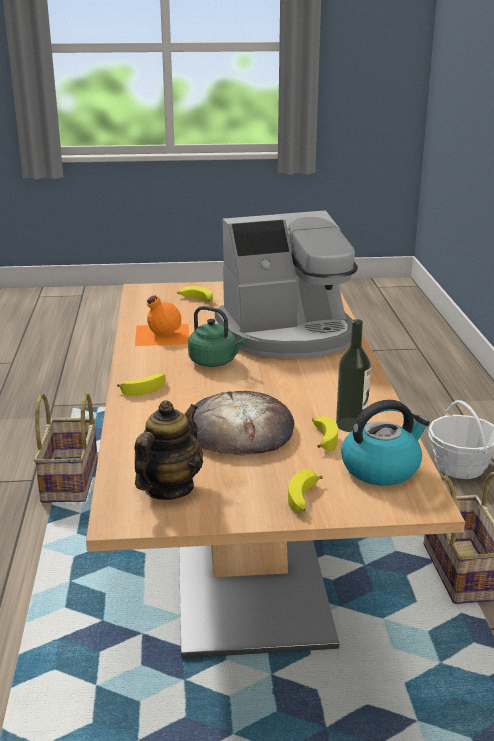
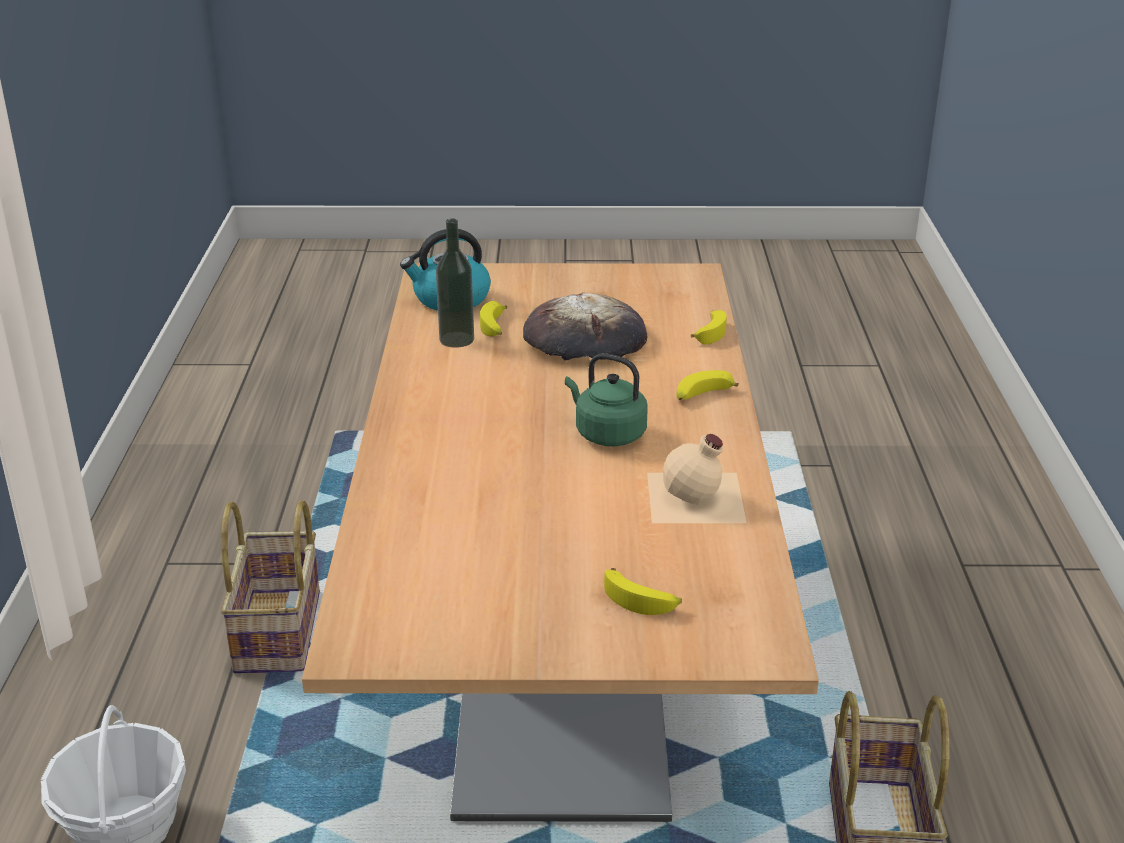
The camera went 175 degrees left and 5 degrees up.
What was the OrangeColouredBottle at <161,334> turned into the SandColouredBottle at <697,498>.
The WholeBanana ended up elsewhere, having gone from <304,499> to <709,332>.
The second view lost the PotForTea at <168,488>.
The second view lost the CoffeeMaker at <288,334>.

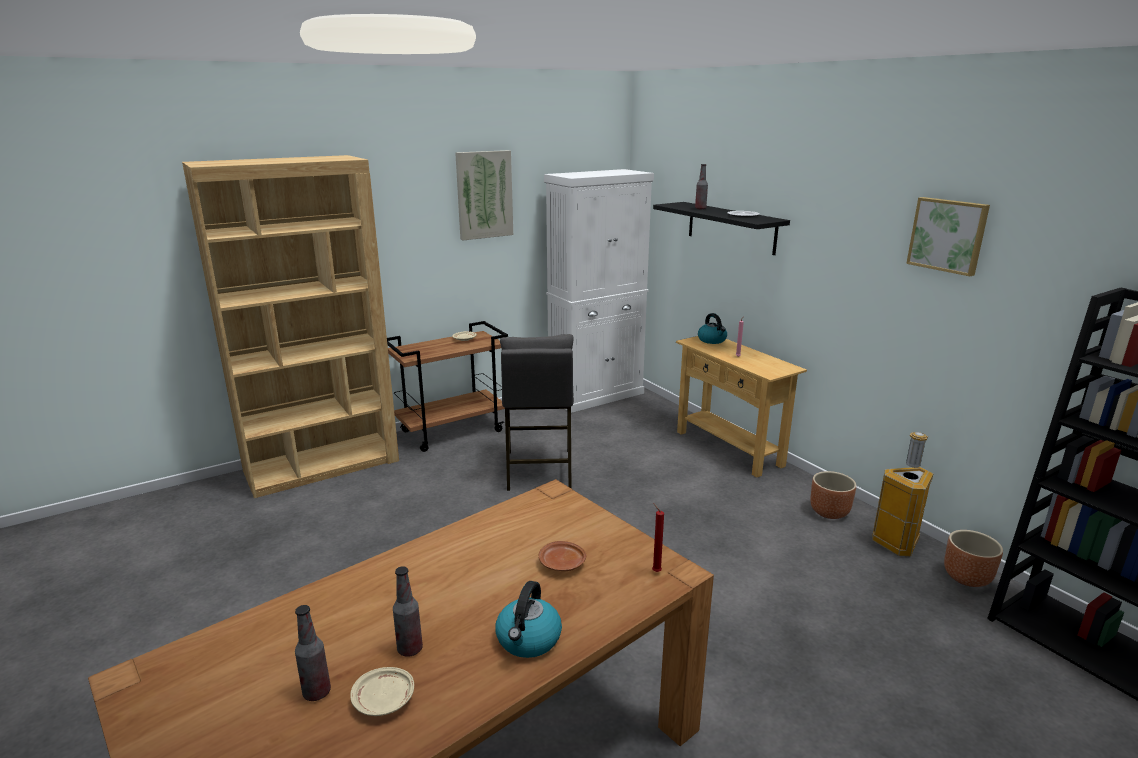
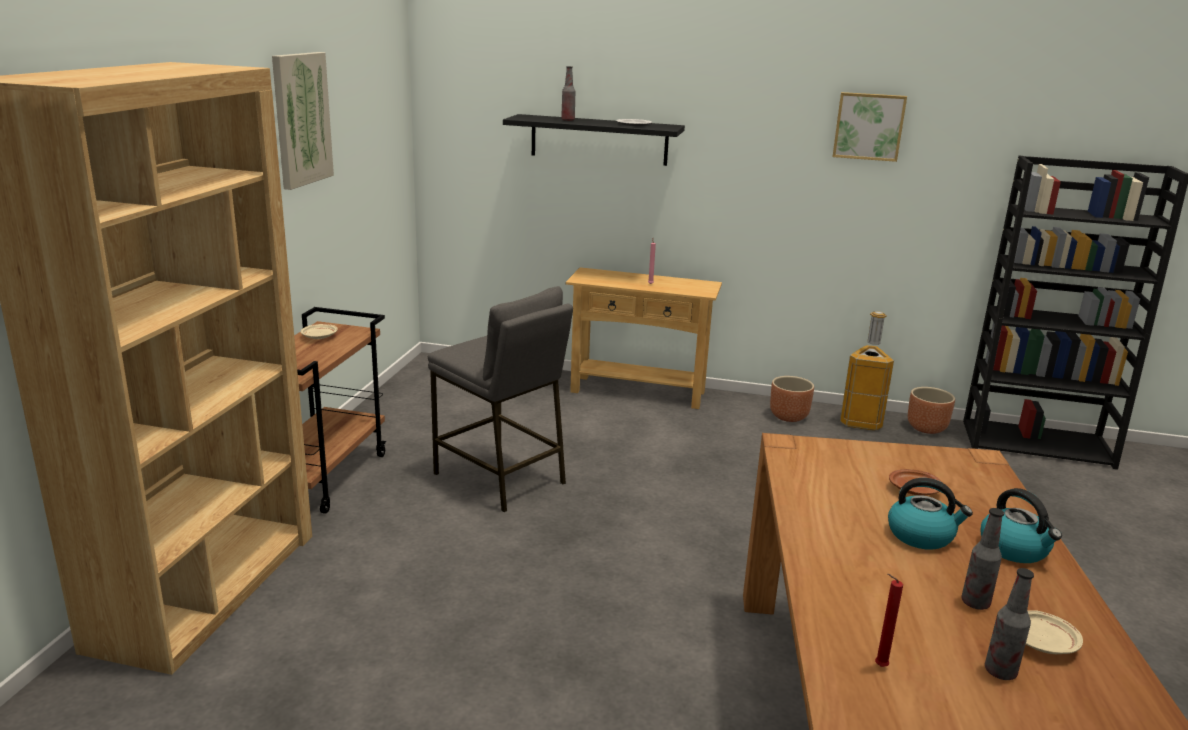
The camera went 45 degrees left and 0 degrees up.
The ReddishWaxCandle ended up elsewhere, having gone from <655,571> to <878,666>.
The WaterKettle ended up elsewhere, having gone from <712,340> to <921,535>.
The second view lost the WhiteCupboard at <596,395>.

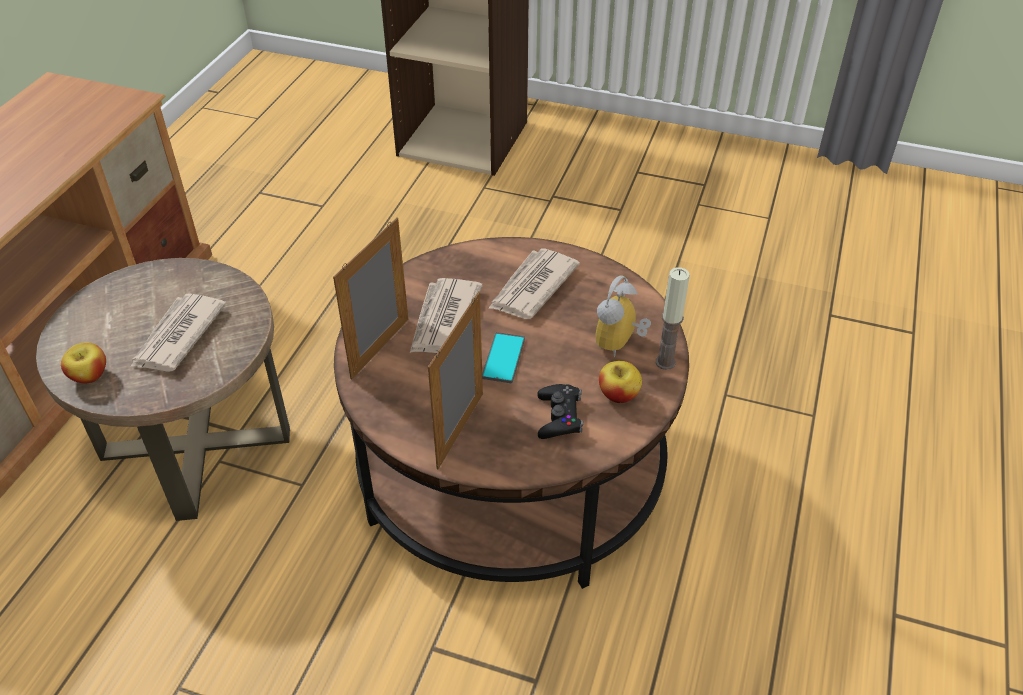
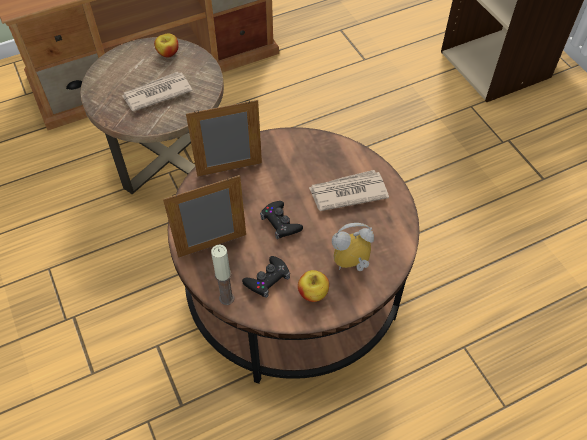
The camera went 45 degrees right and 10 degrees up.
The AppleFruit ended up elsewhere, having gone from <89,375> to <168,53>.
The WaxCandle ended up elsewhere, having gone from <665,362> to <226,298>.
Where the Handset stood at <503,358>, the BlackColouredGamepad came to stand at <280,223>.
The second view lost the DailyPaper at <444,320>.

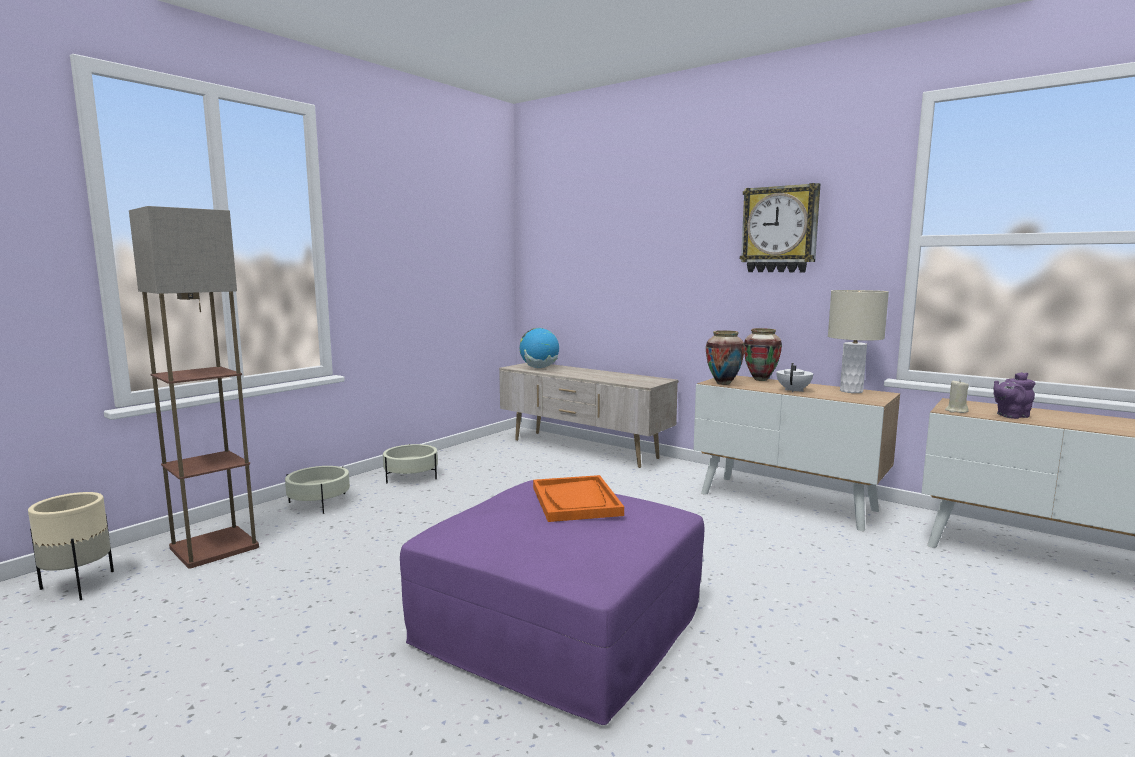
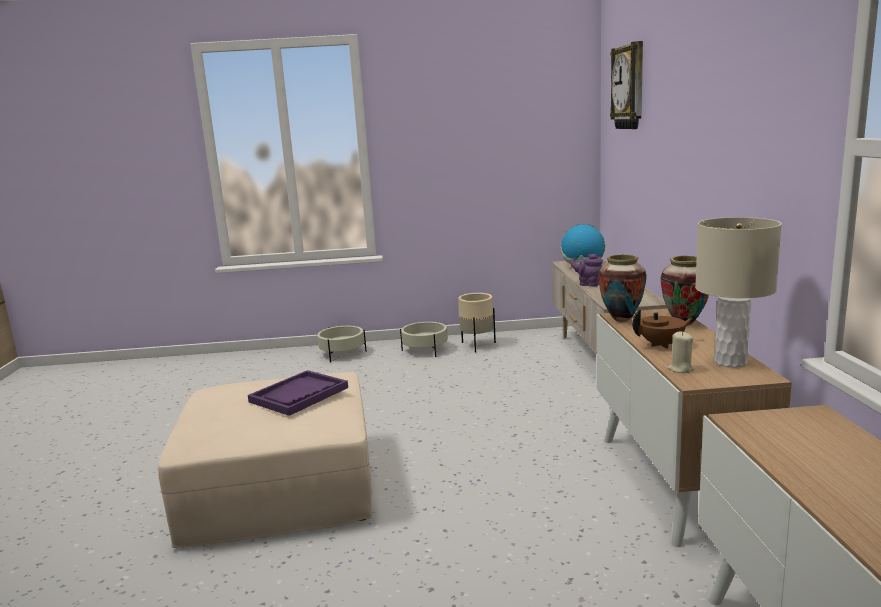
The camera went 50 degrees right and 5 degrees up.
What was the PurpleColouredPouffe at <561,625> turned into the SandColouredPouffe at <280,487>.
What was the OrangeColouredServingTray at <576,501> turned into the PurpleColouredServingTray at <299,395>.
The SandColouredFlowerPot ended up elsewhere, having gone from <78,586> to <477,346>.
The PurpleColouredPotForTea ended up elsewhere, having gone from <1010,416> to <588,284>.
The HangingClock ended up elsewhere, having gone from <780,229> to <630,87>.
What was the WhitePotForTea at <794,390> turned into the BrownishPotForTea at <662,345>.
The SandColouredWaxCandle ended up elsewhere, having gone from <956,411> to <680,369>.
The second view lost the StandingLamp at <215,547>.

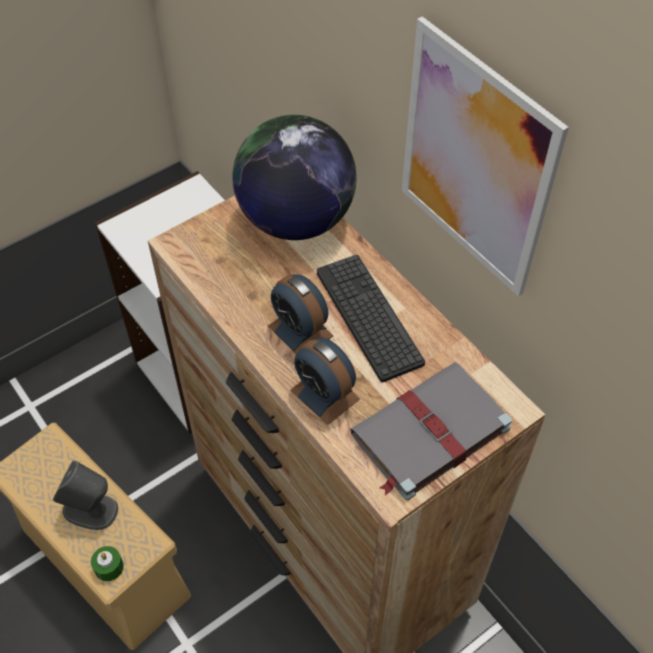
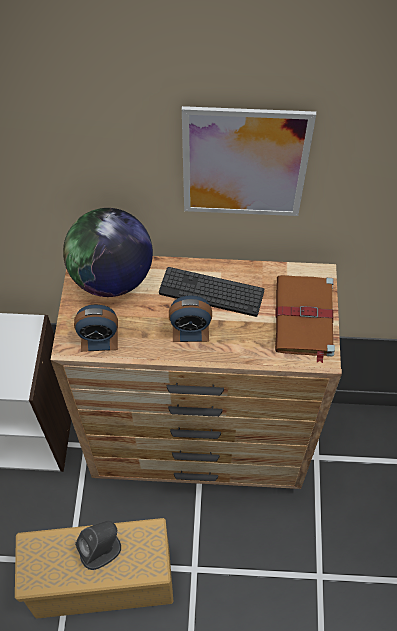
The camera went 50 degrees left and 5 degrees up.
The AlarmClock ended up elsewhere, having gone from <325,394> to <99,338>.
What was the GreyishVolume at <428,433> turned into the BrownishVolume at <304,319>.
The second view lost the GreenishWaxCandle at <109,567>.

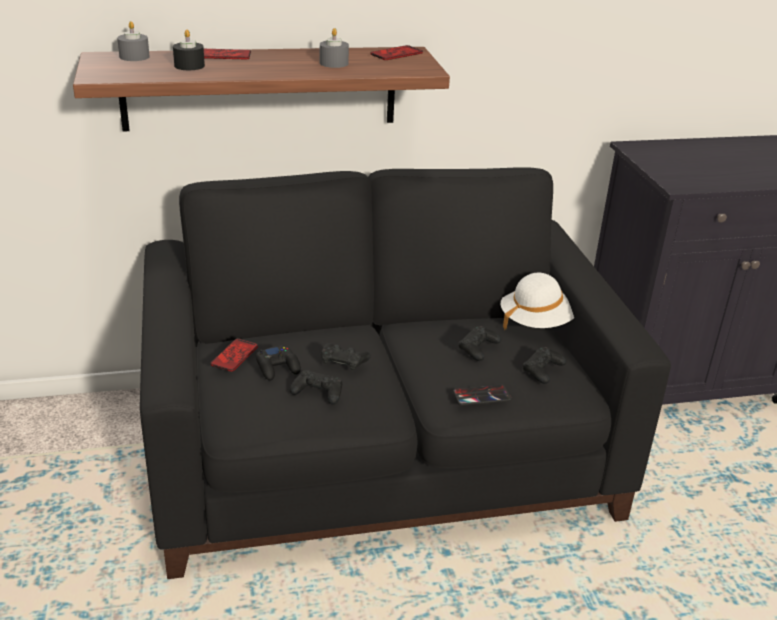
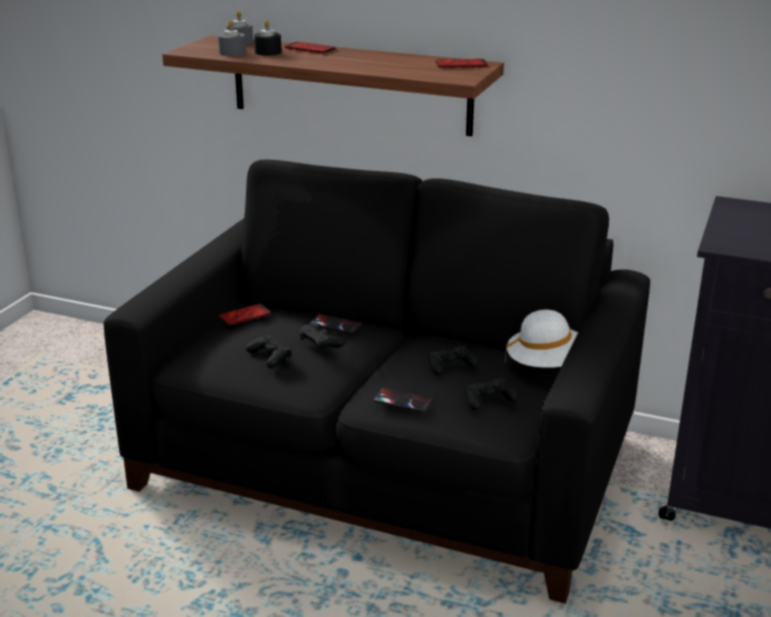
The camera went 35 degrees right and 5 degrees down.
The GreyishWaxCandle ended up elsewhere, having gone from <334,63> to <232,53>.
The second view gained the Handset at <335,324>.
The second view lost the BlackColouredGamepad at <278,367>.

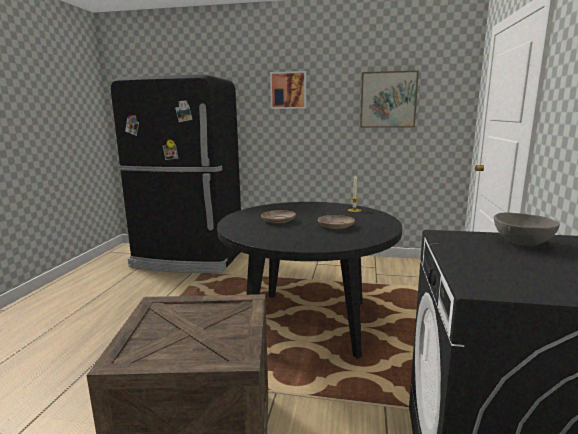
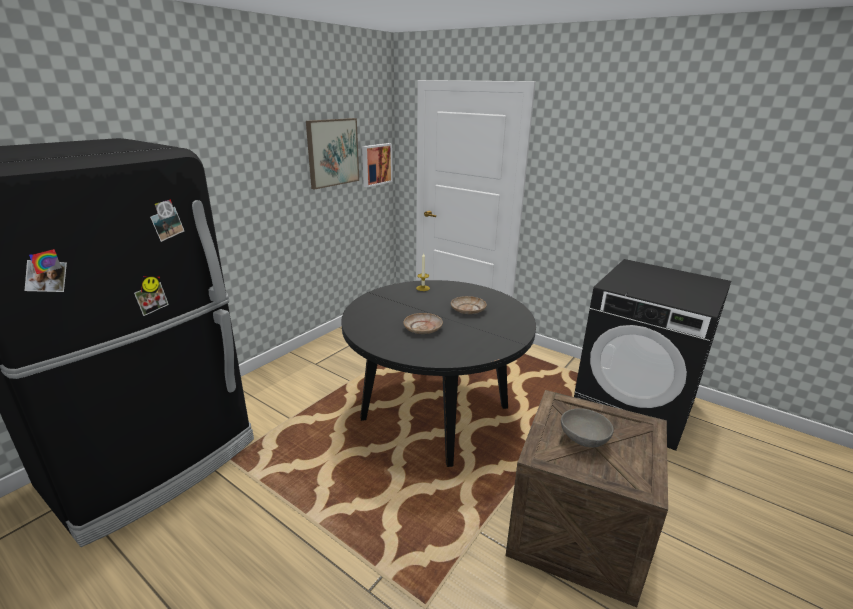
The camera went 65 degrees left and 10 degrees up.
The Picture ended up elsewhere, having gone from <288,90> to <376,164>.
The GreyishBowl ended up elsewhere, having gone from <522,243> to <584,440>.

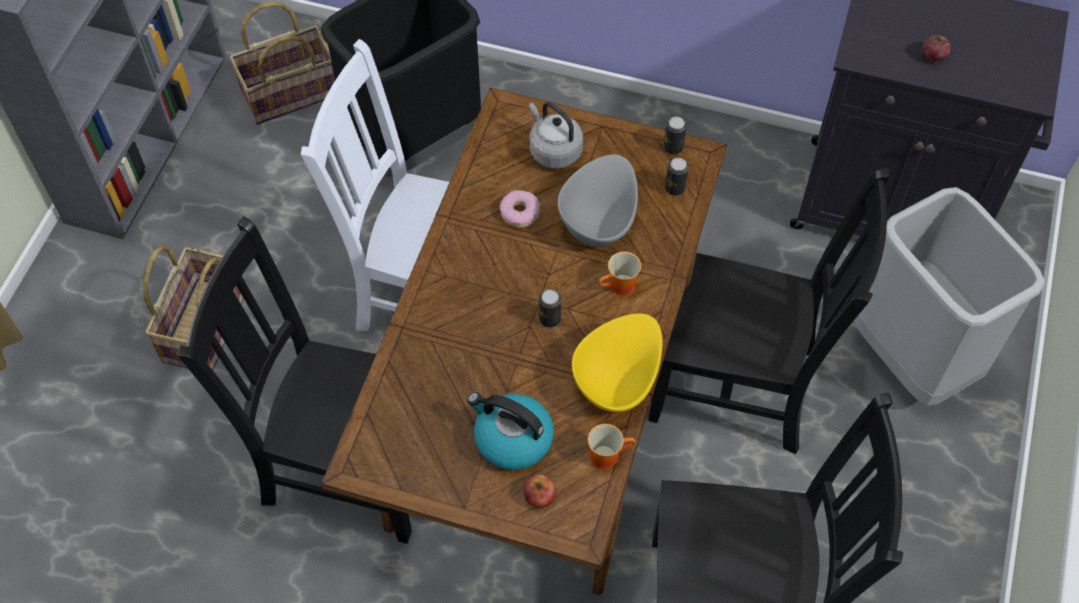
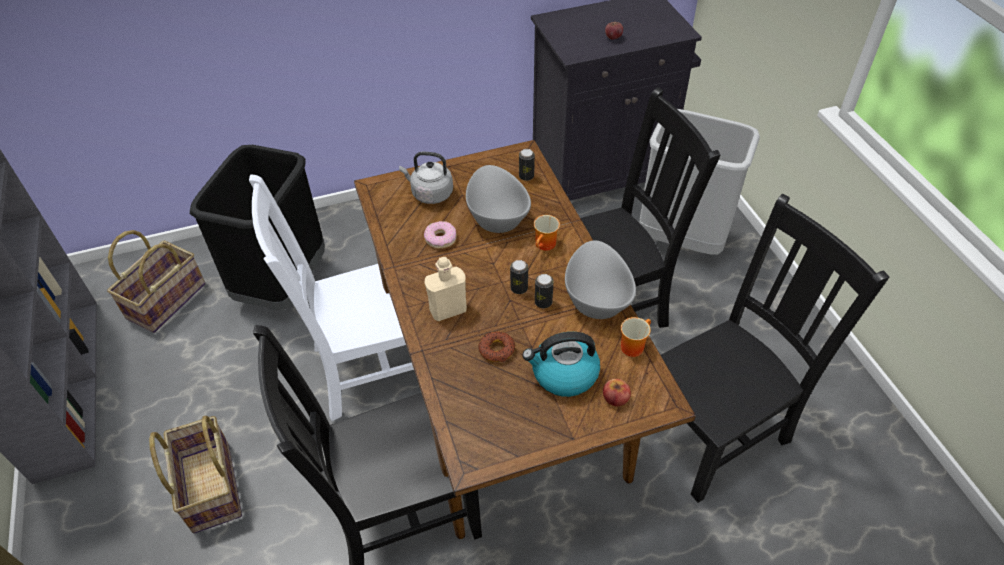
The camera went 35 degrees left and 10 degrees down.
The second view gained the SandColouredBottle at <448,310>.
The second view gained the RingDoughnut at <497,349>.
The SealedCan ended up elsewhere, having gone from <673,147> to <543,302>.
What was the YellowColouredBowl at <617,381> turned into the GreyishBowl at <597,299>.

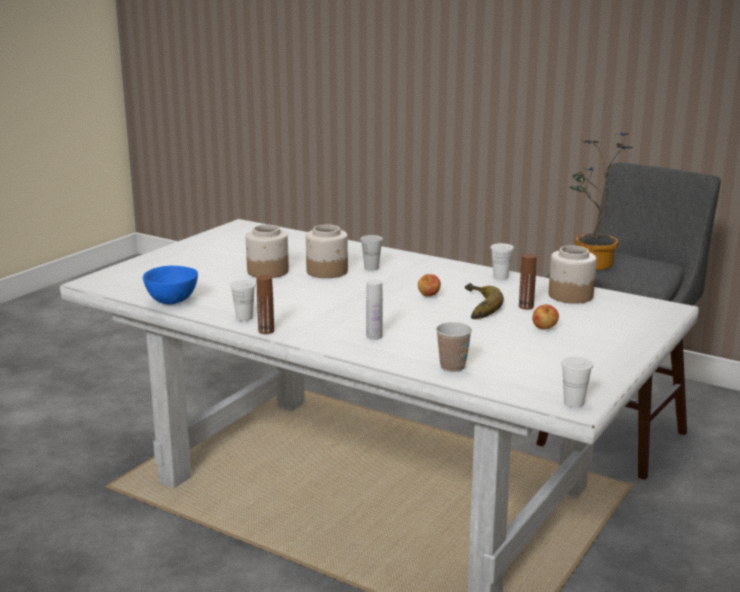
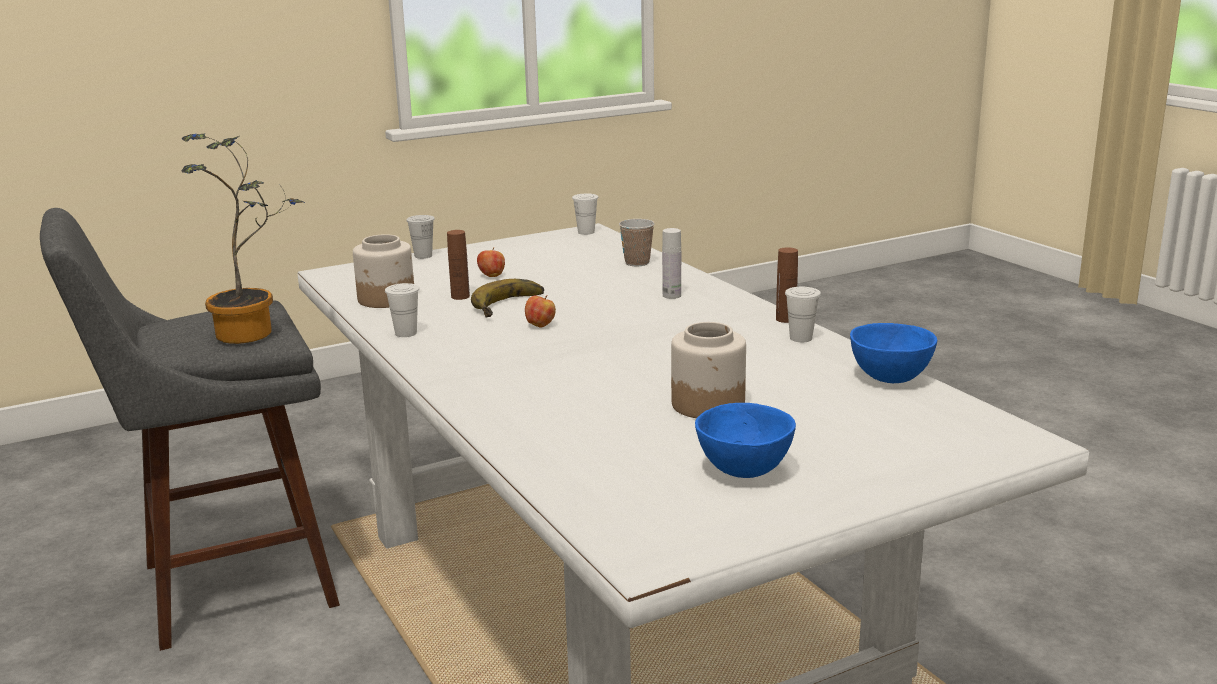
The camera went 150 degrees left and 0 degrees up.
The WhiteSmallCup ended up elsewhere, having gone from <371,268> to <423,256>.
The second view gained the BlueBowl at <743,471>.
The second view lost the PreserveJar at <327,271>.

